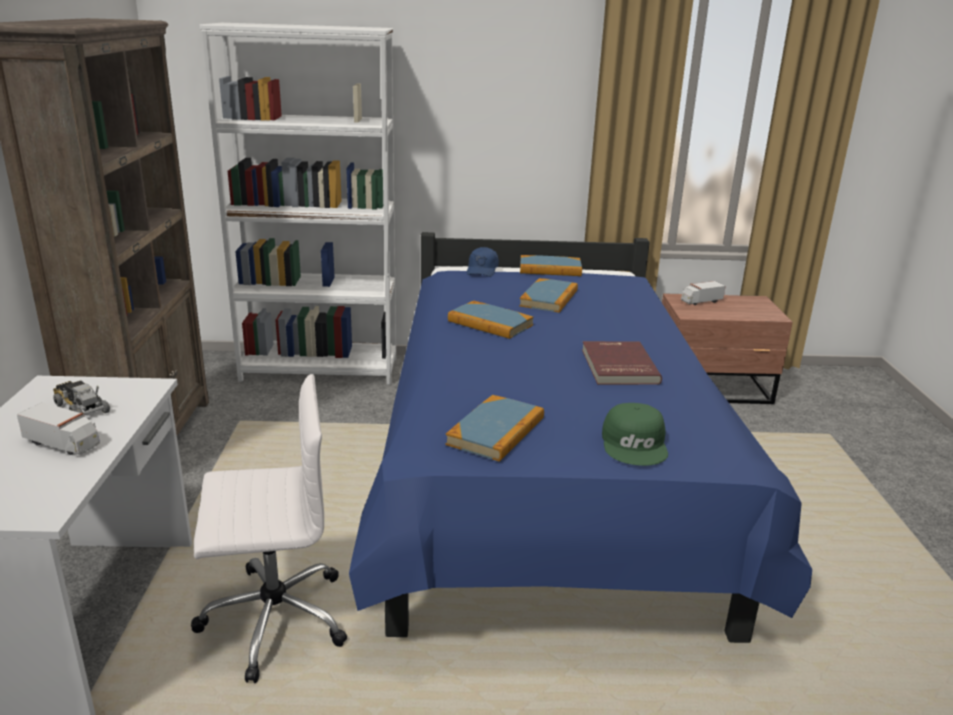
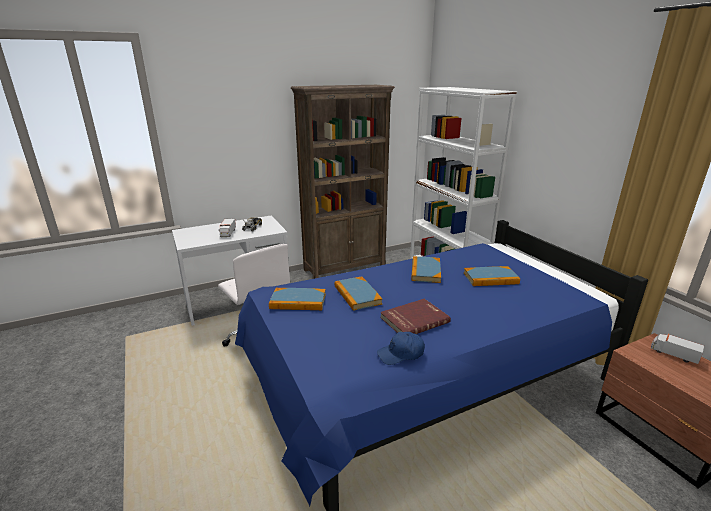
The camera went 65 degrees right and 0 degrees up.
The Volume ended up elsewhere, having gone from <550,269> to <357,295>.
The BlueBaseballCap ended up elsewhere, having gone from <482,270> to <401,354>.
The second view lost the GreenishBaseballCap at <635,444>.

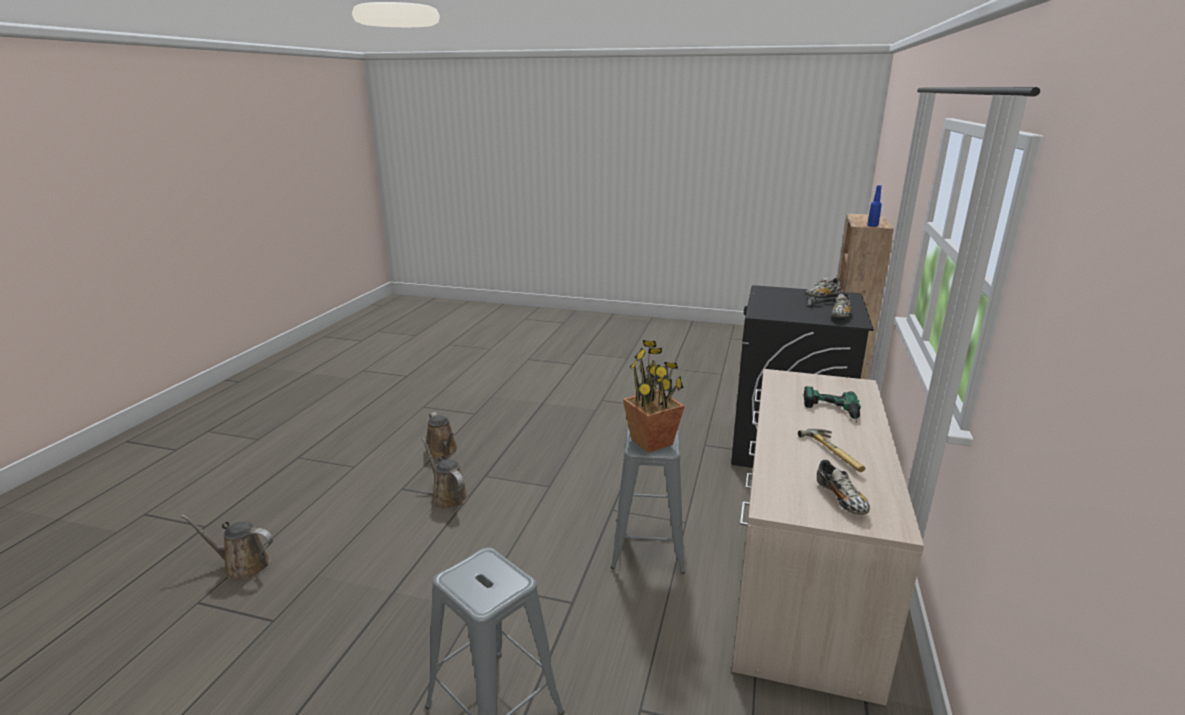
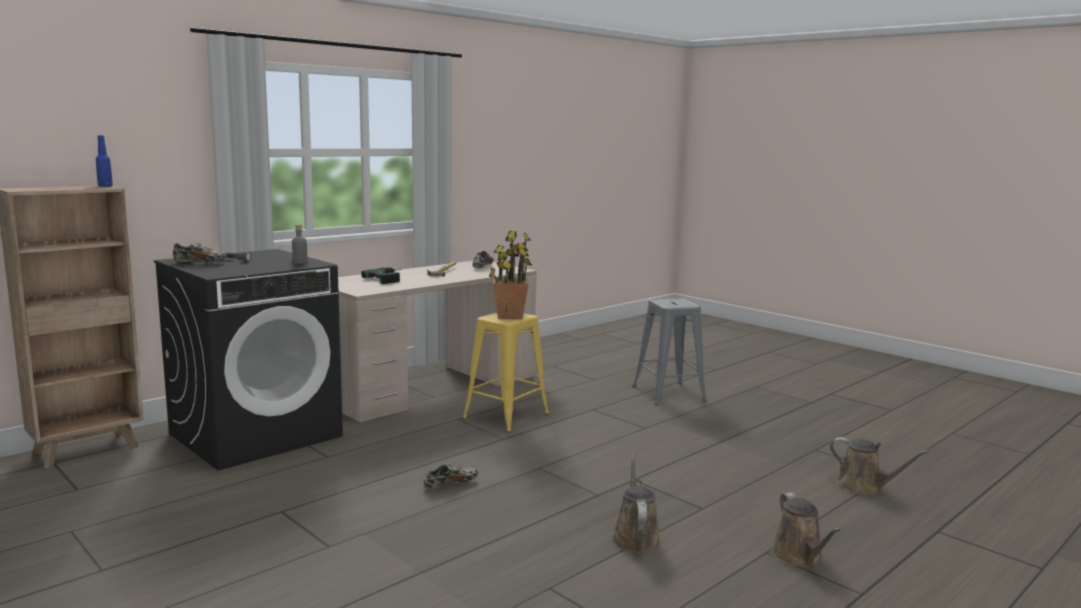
The camera went 150 degrees left and 10 degrees down.
The second view gained the GreyishBottle at <300,262>.
The ItemOfFootwear ended up elsewhere, having gone from <840,315> to <451,484>.
What was the GreyishStool at <648,545> turned into the YellowColouredStool at <506,416>.
The BrownishWateringPot ended up elsewhere, having gone from <447,496> to <799,557>.

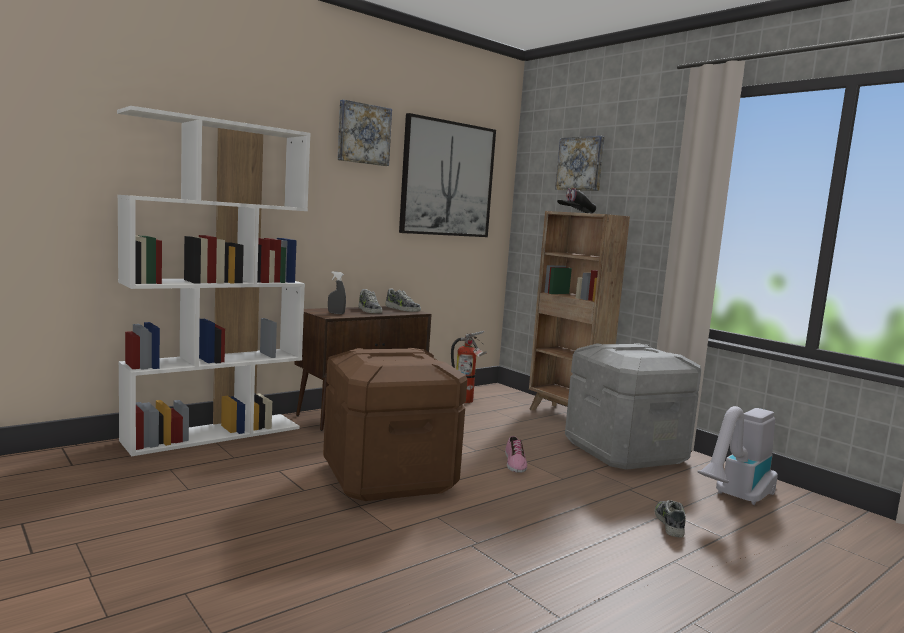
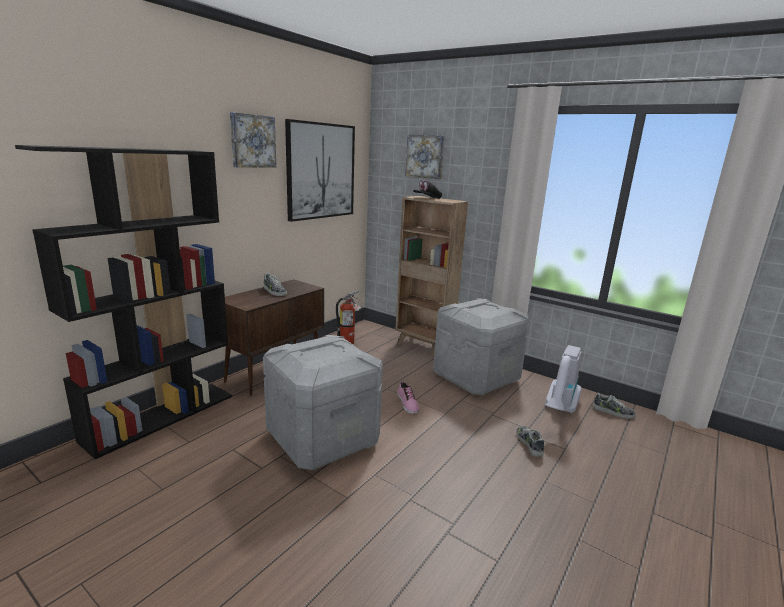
The camera went 15 degrees left and 10 degrees up.
What was the WhiteShelvingUnit at <214,434> turned into the BlackColouredShelvingUnit at <161,416>.
What was the BrownishStorageBox at <389,477> turned into the GreyishStorageBox at <323,438>.
The ItemOfFootwear ended up elsewhere, having gone from <402,309> to <613,412>.
The second view lost the GreyishSprayBottle at <336,313>.

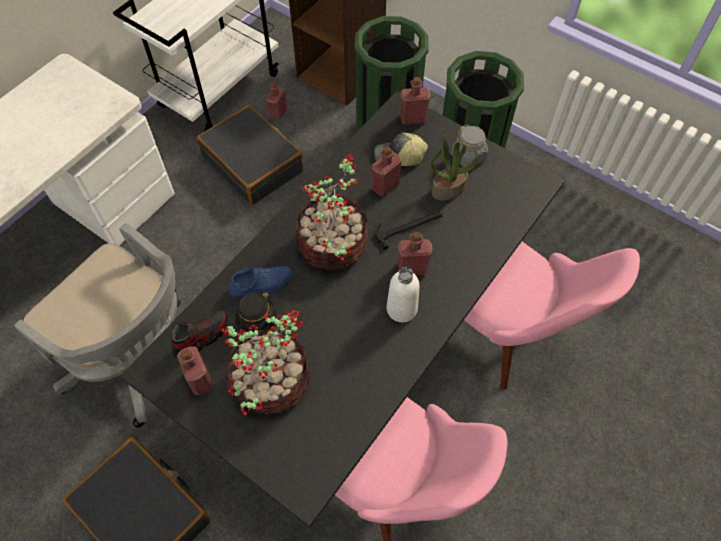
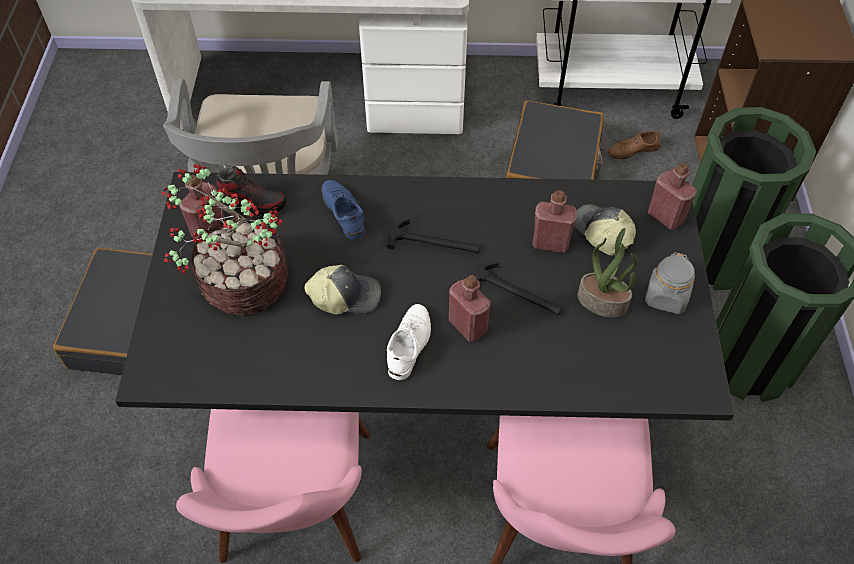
The camera went 55 degrees right and 5 degrees down.
The second view gained the BaseballCap at <345,296>.
The BlueItemOfFootwear at <261,284> ended up facing another way, 150 degrees counterclockwise from before.
Where the PottedPlant stood at <333,246>, the HandHammer came to stand at <435,242>.
Where the WhiteBottle stood at <401,309>, the WhiteItemOfFootwear came to stand at <409,344>.
Where the ReddishBottle stood at <278,113>, the BrownishItemOfFootwear came to stand at <633,150>.
The second view lost the BlackColouredPreserveJar at <257,322>.

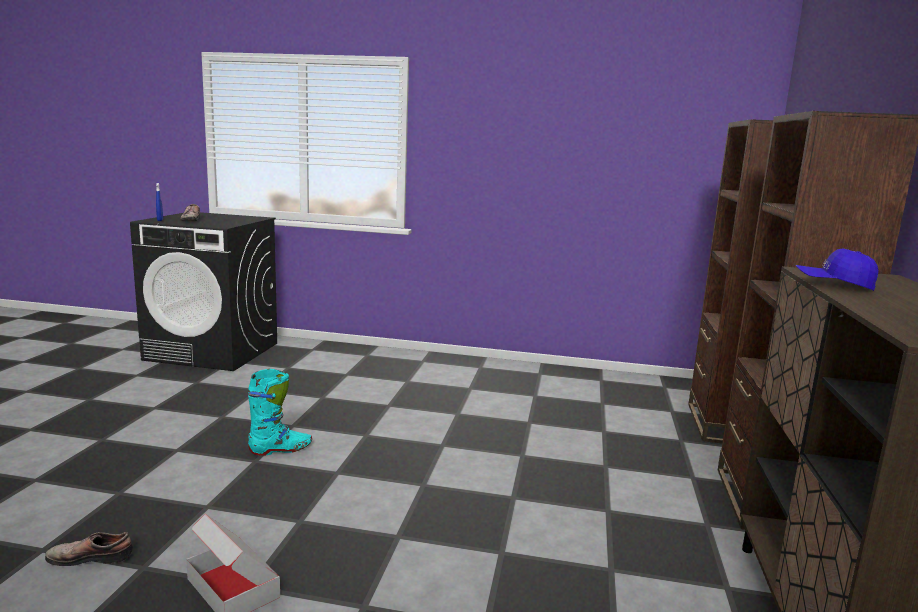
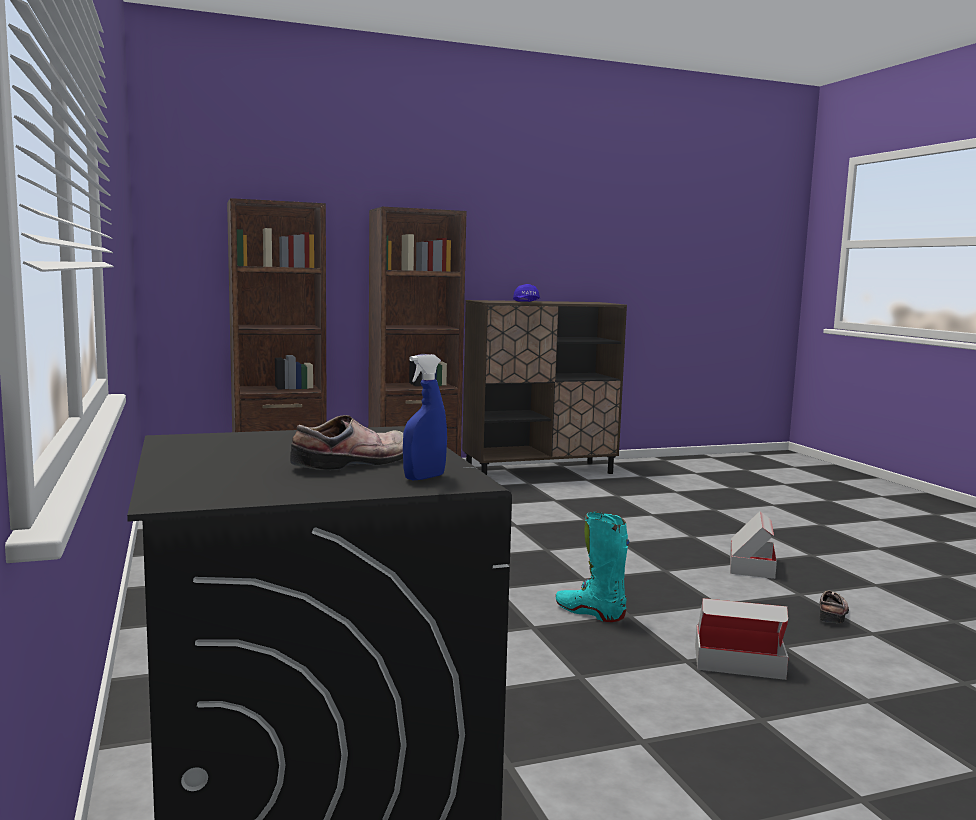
The camera went 120 degrees left and 5 degrees down.
The second view gained the PackingBox at <739,662>.
The ItemOfFootwear at <91,556> ended up facing another way, 120 degrees counterclockwise from before.

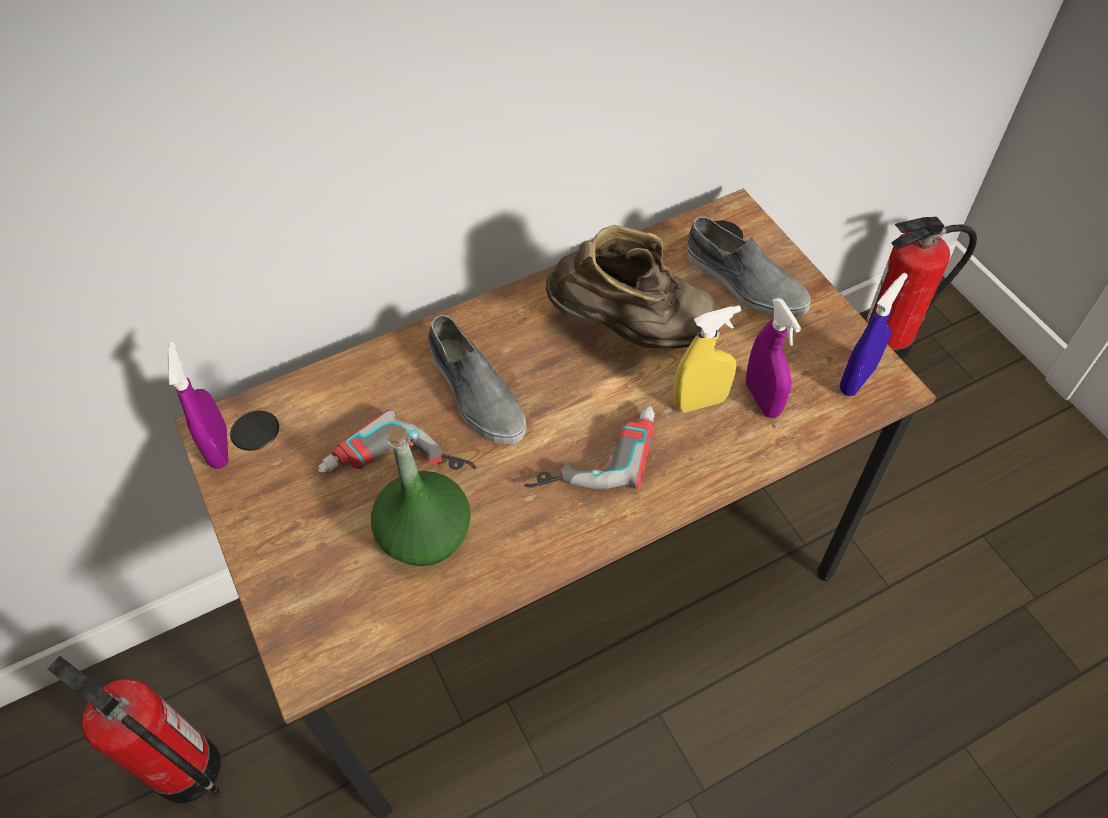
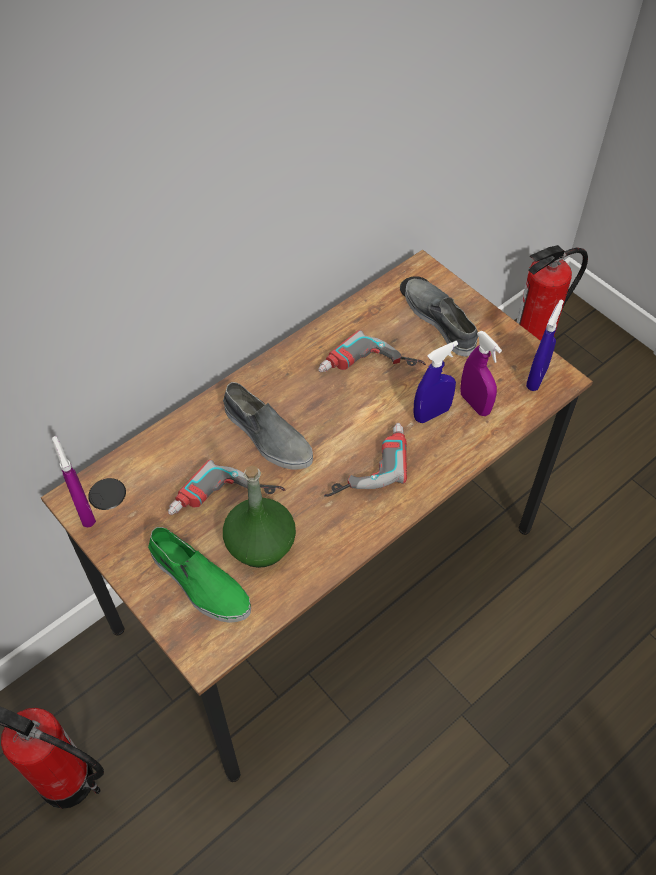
The camera went 15 degrees left and 0 degrees up.
The second view gained the GreenishItemOfFootwear at <199,582>.
Where the BrownishBoot stood at <632,331>, the PowerDrill came to stand at <370,370>.
The GreyishItemOfFootwear at <744,282> ended up facing another way, 150 degrees counterclockwise from before.
What was the YellowColouredSprayBottle at <700,402> turned into the BlueSprayBottle at <432,413>.

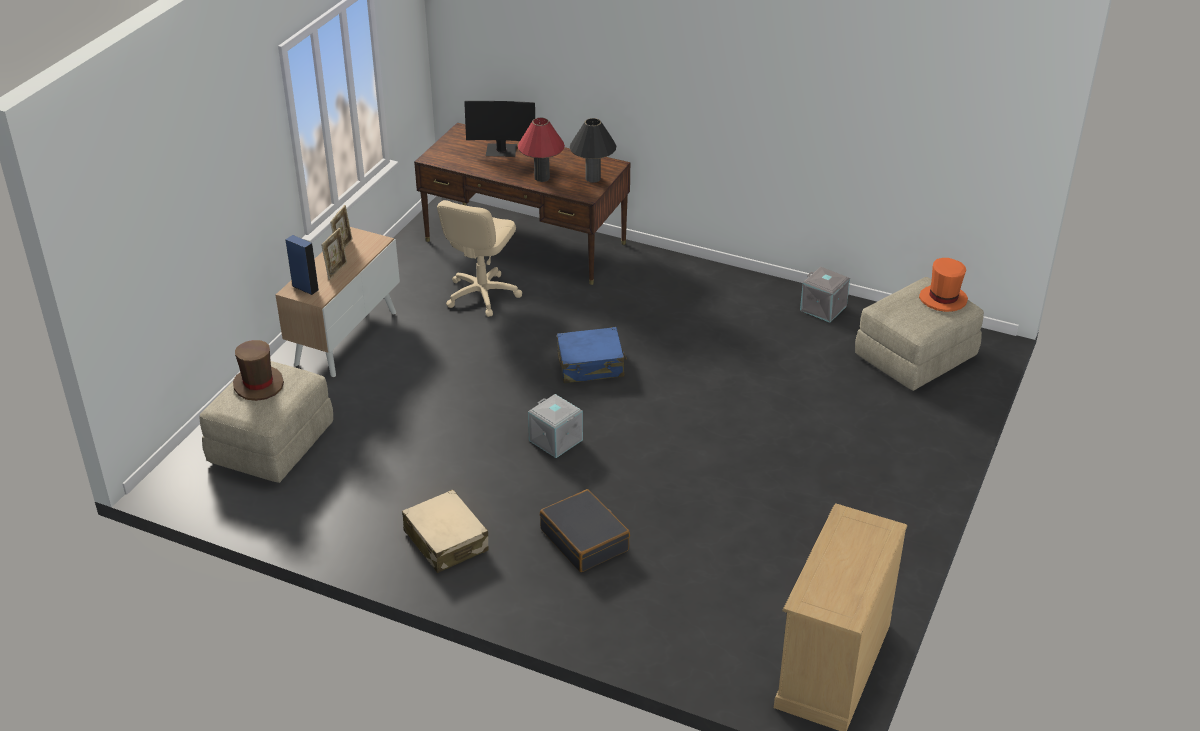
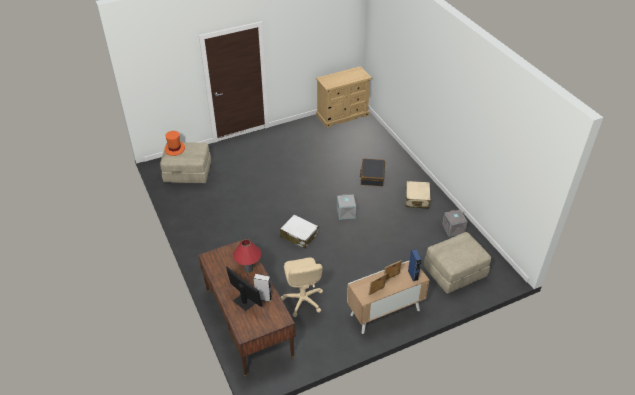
The camera went 140 degrees left and 5 degrees up.
The second view gained the GreyishLoudspeaker at <263,298>.
What was the BlueTravelCase at <591,365> turned into the WhiteTravelCase at <299,235>.
The SandColouredComputerChair at <482,295> ended up facing another way, 105 degrees clockwise from before.
The GreyishStorageBox ended up elsewhere, having gone from <824,308> to <453,229>.
The second view lost the BrownishClothingHat at <258,384>.
The second view lost the BlackColouredTableLamp at <593,178>.

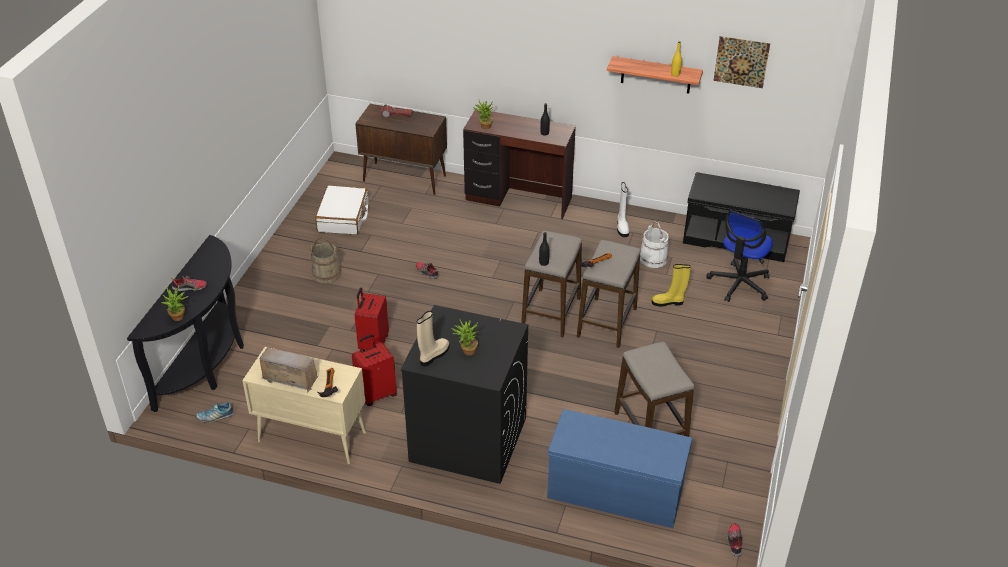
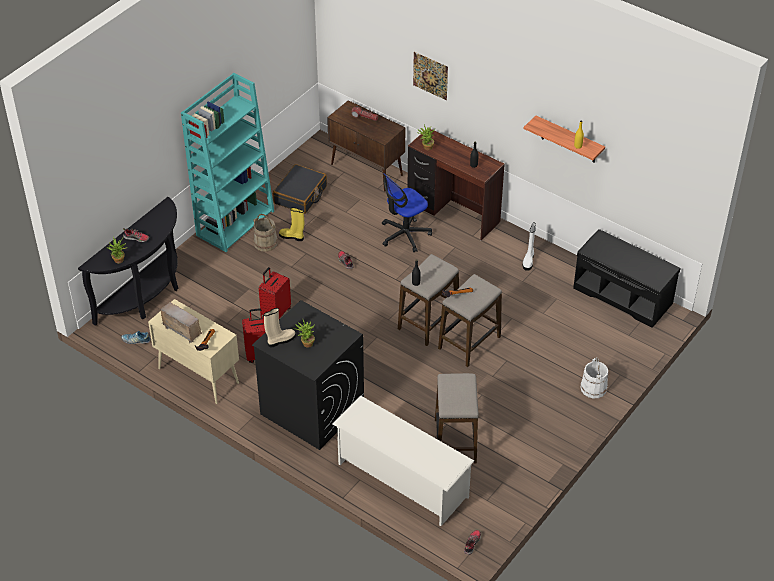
The camera went 20 degrees right and 5 degrees up.
The second view gained the TurquoiseShelvingUnit at <235,222>.
What was the WhiteTravelCase at <343,218> turned into the BlackColouredTravelCase at <300,195>.
The YellowColouredBoot ended up elsewhere, having gone from <668,302> to <292,237>.
Where the BlueIndoorBench stood at <614,491>, the WhiteShoeStand came to stand at <401,480>.
The ComputerChair ended up elsewhere, having gone from <739,284> to <404,234>.
The Picture ended up elsewhere, having gone from <741,62> to <430,75>.
The WhiteBucket ended up elsewhere, having gone from <653,259> to <593,388>.

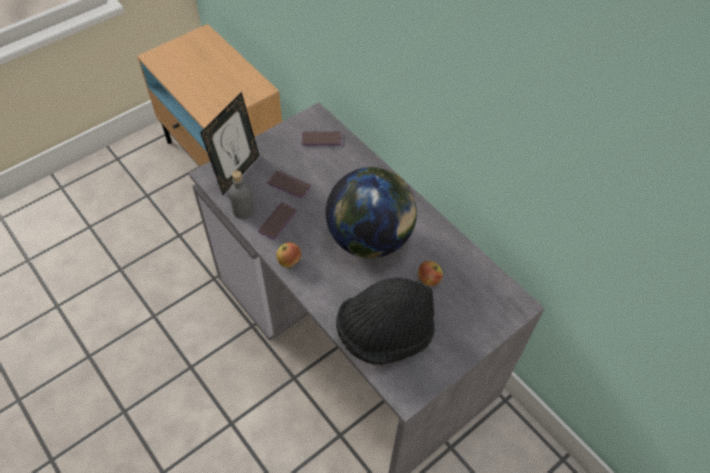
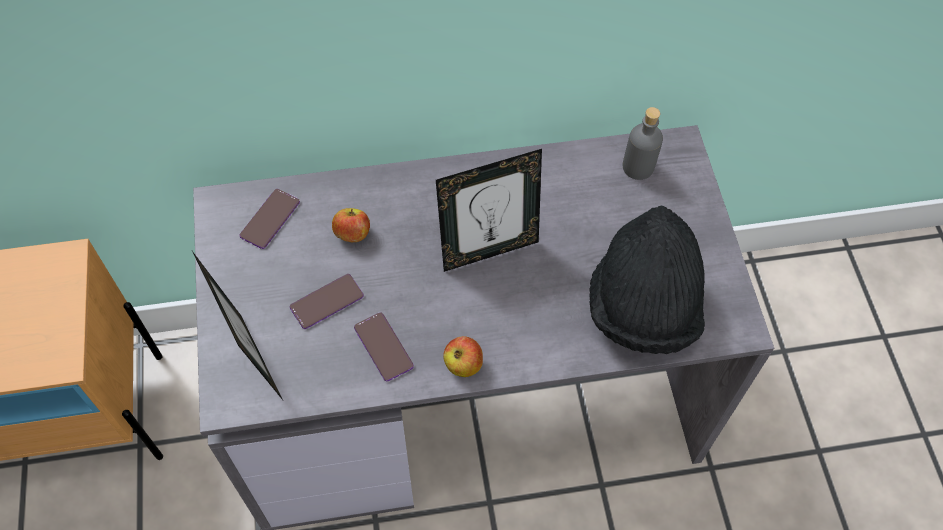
The camera went 60 degrees left and 5 degrees up.
The AppleFruit ended up elsewhere, having gone from <428,279> to <352,234>.
Where the DeskGlobe stood at <369,239>, the PictureFrame came to stand at <488,249>.
The GreyishBottle ended up elsewhere, having gone from <243,211> to <638,167>.

